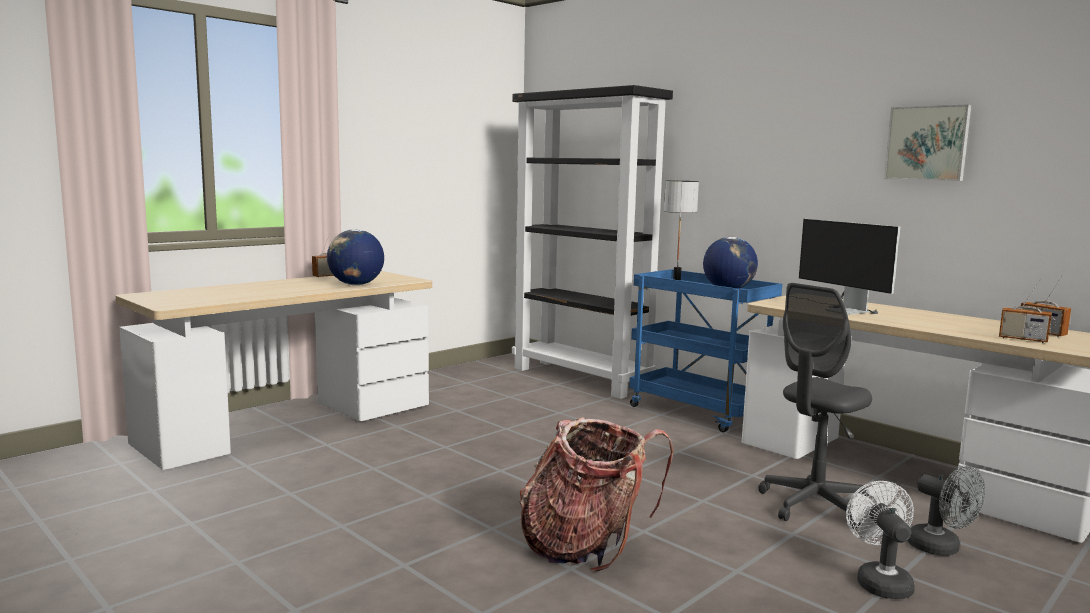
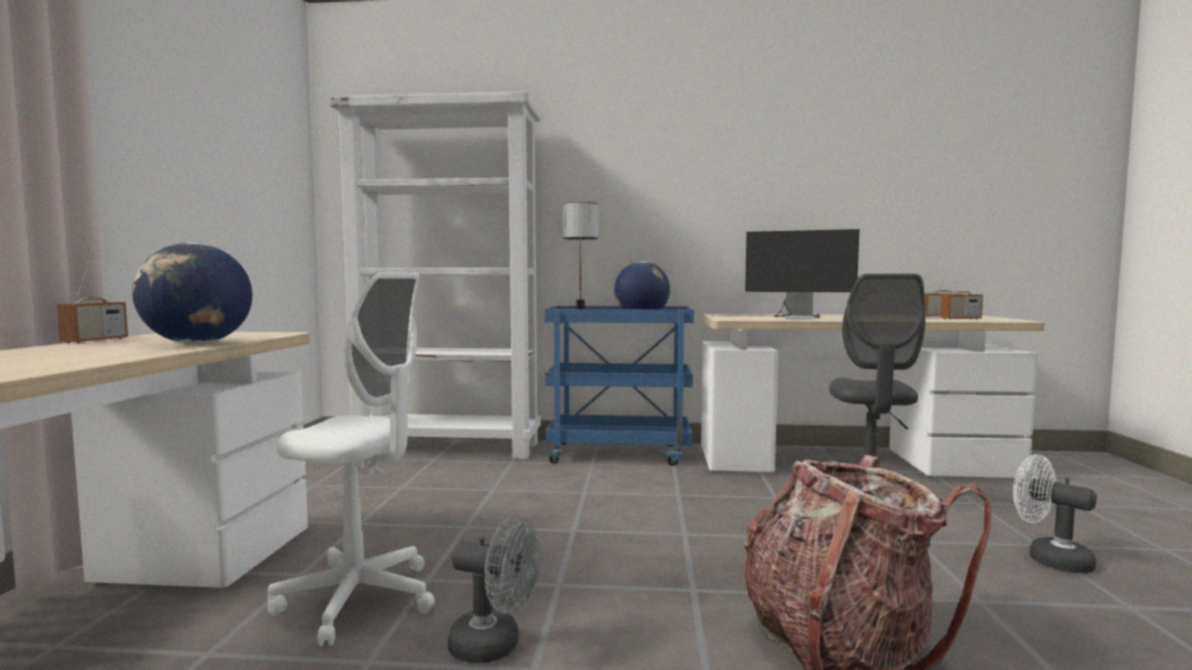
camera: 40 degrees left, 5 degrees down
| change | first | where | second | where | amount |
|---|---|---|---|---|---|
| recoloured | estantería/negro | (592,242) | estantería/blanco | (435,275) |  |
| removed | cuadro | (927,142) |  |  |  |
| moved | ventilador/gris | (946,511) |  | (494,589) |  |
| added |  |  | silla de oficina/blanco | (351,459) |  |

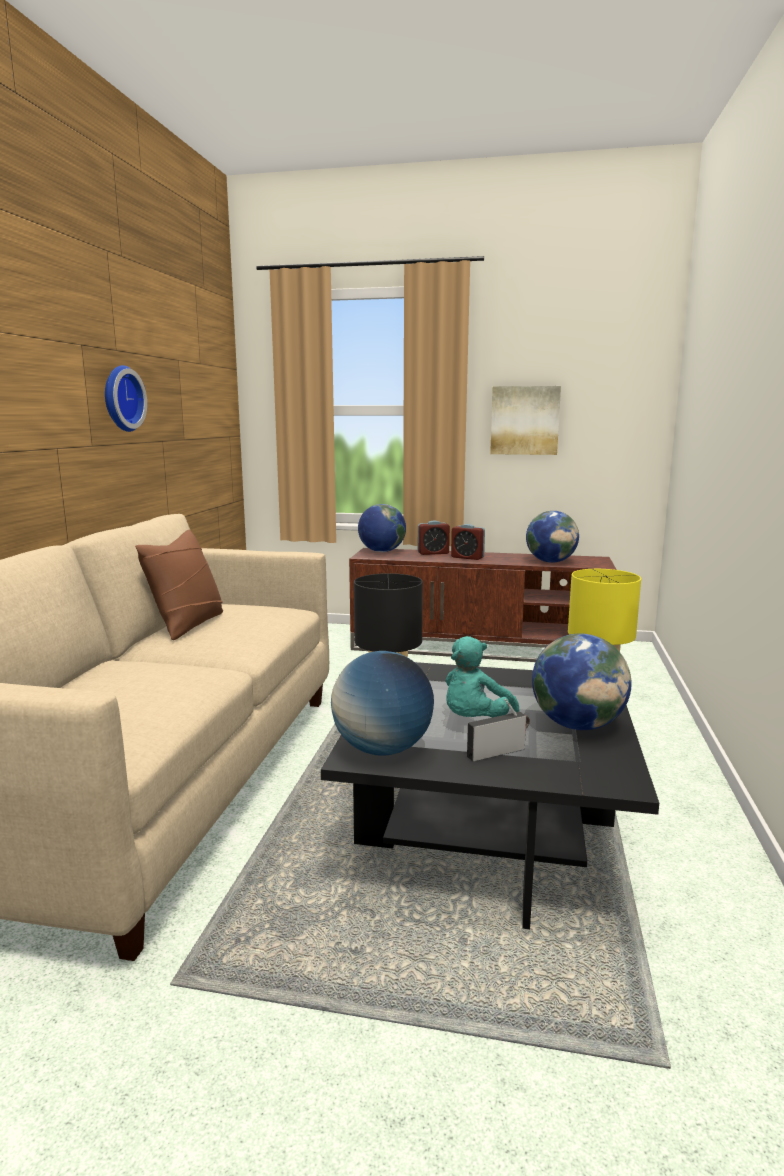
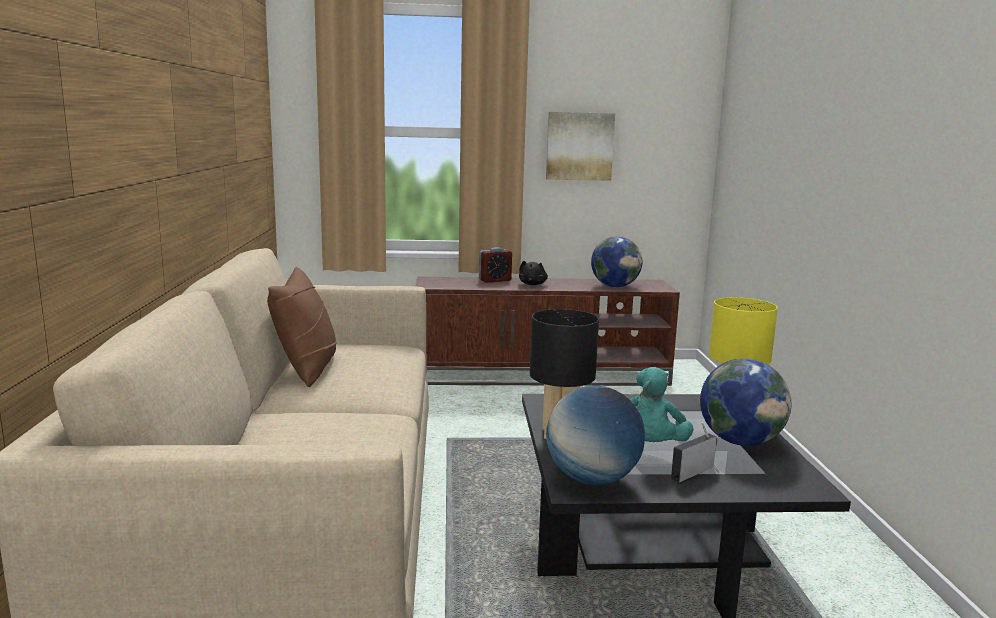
camera: 15 degrees left, 0 degrees up
| change | first | where | second | where | amount |
|---|---|---|---|---|---|
| removed | reloj de pared | (126,398) |  |  |  |
| removed | globo terráqueo | (382,528) |  |  |  |
| replaced | despertador | (468,542) | peluche/negro | (533,273) |  |

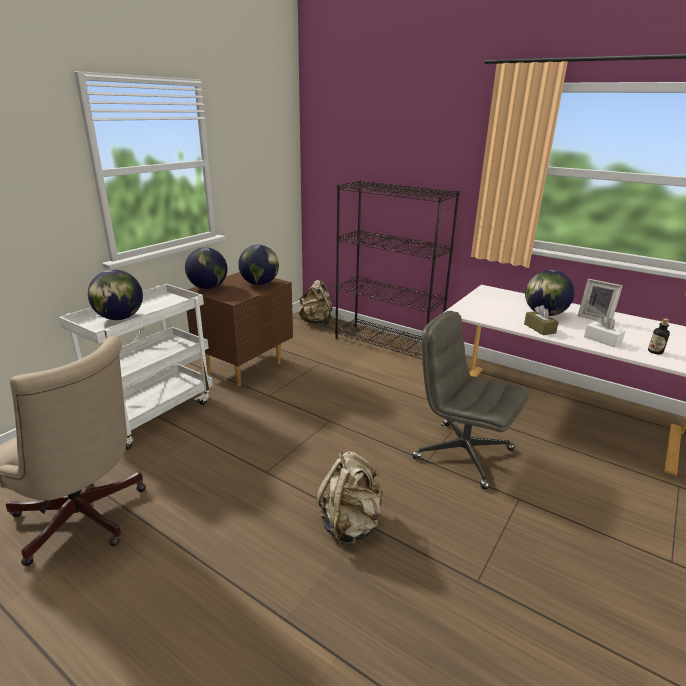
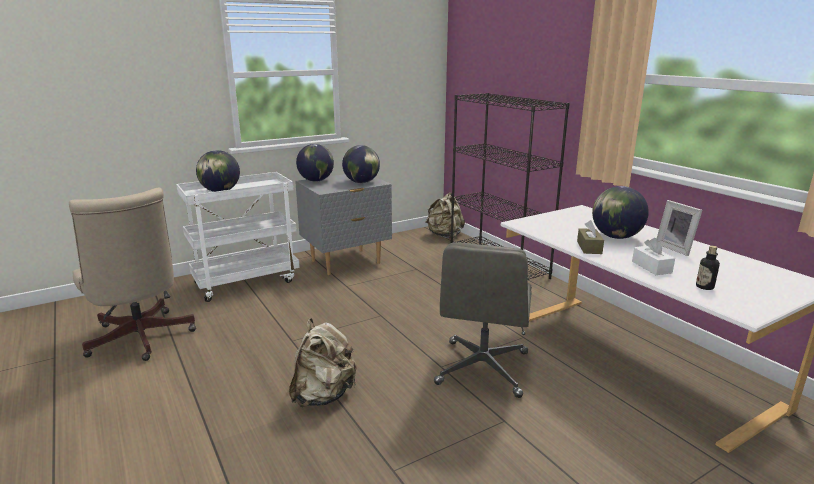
camera: 25 degrees right, 5 degrees down
| change | first | where | second | where | amount |
|---|---|---|---|---|---|
| recoloured | mesita de noche/marrón | (240,329) | mesita de noche/gris | (343,224) |  |
| turned | silla de oficina/gris | (470,400) |  | (483,320) | 135 degrees counterclockwise |

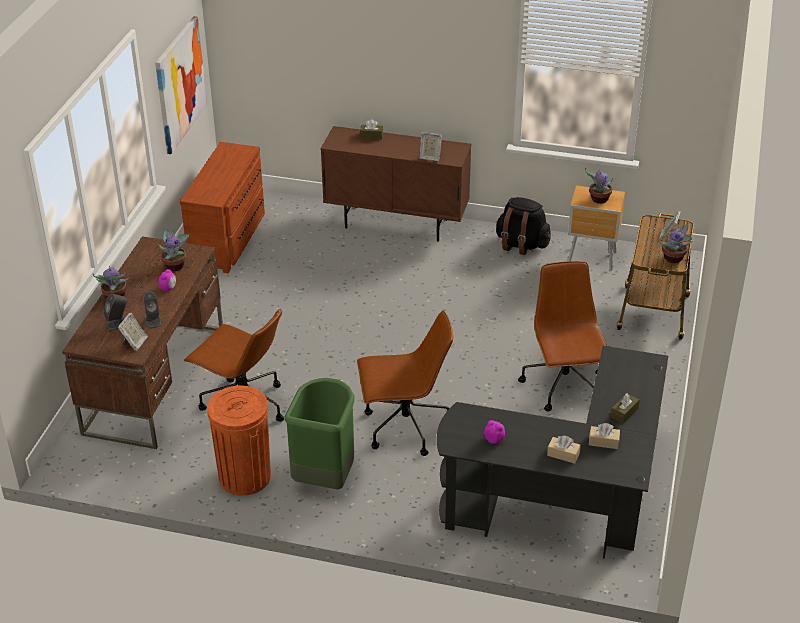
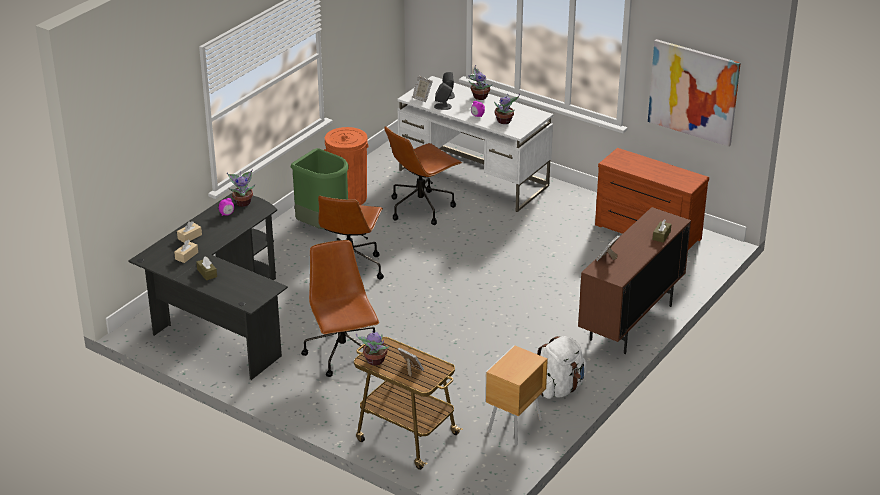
camera: 110 degrees right, 5 degrees down
| change | first | where | second | where | amount |
|---|---|---|---|---|---|
| recoloured | escritorio/marrón | (142,343) | escritorio/blanco | (475,144) |  |
| recoloured | mochila/negro | (523,226) | mochila/blanco | (562,367) |  |
| turned | silla de oficina/marrón | (562,336) |  | (340,308) | 120 degrees counterclockwise |
| moved | planta en maceta | (599,186) |  | (241,188) |  |

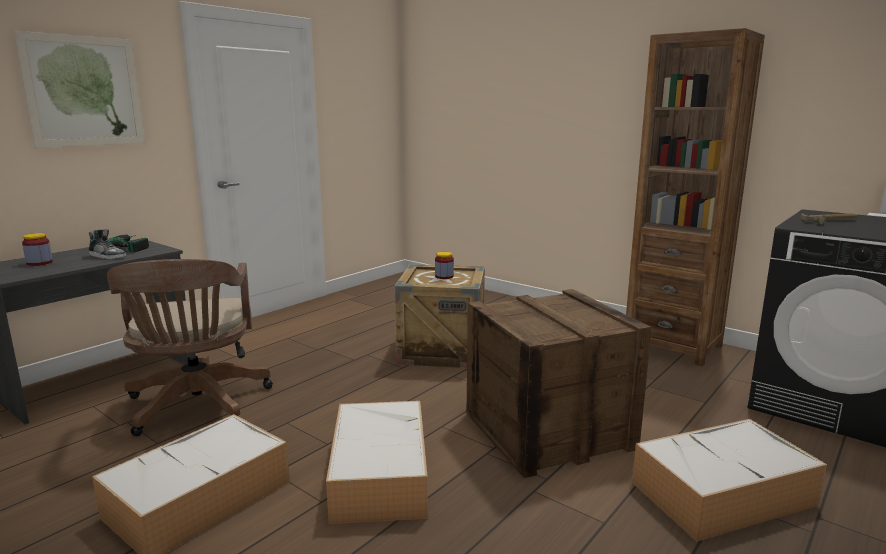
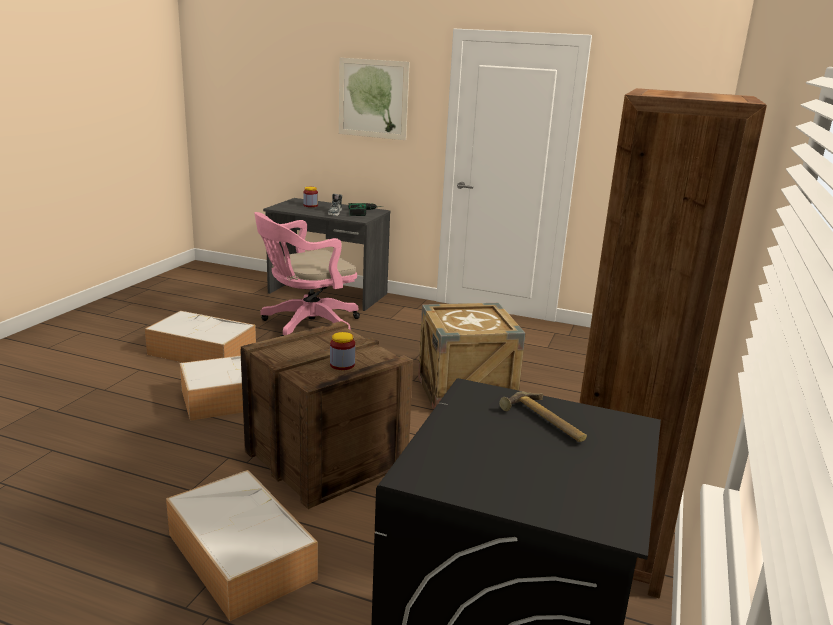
camera: 70 degrees right, 5 degrees up
| change | first | where | second | where | amount |
|---|---|---|---|---|---|
| recoloured | silla de oficina/marrón | (190,347) | silla de oficina/rosa | (307,274) |  |
| moved | tarro | (444,265) |  | (342,351) |  |

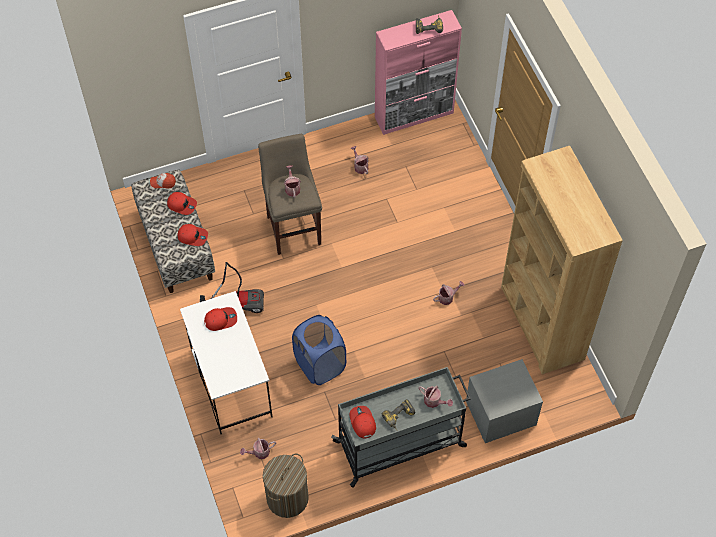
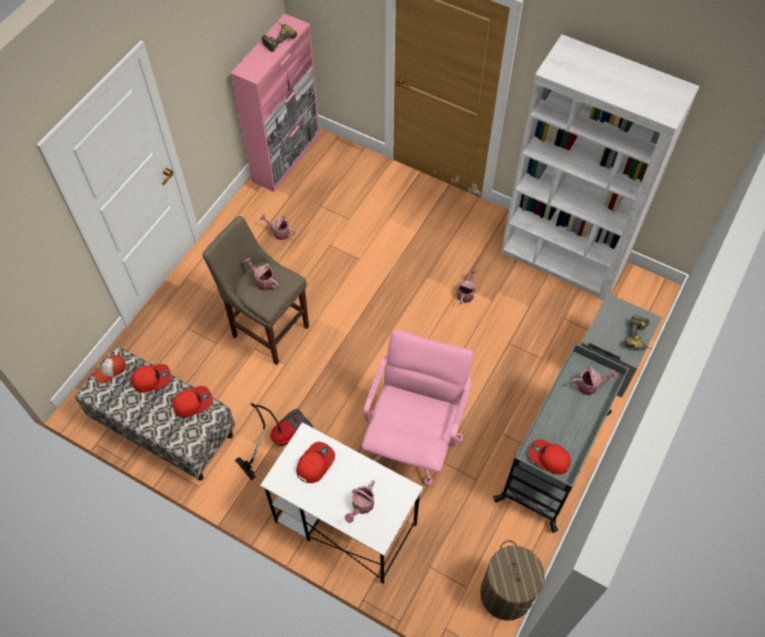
camera: 40 degrees left, 0 degrees up
| change | first | where | second | where | amount |
|---|---|---|---|---|---|
| moved | regadera | (258,448) |  | (360,501) |  |
| replaced | cesto de la ropa/azul | (319,350) | silla de oficina/rosa | (417,407) |  |
| moved | taladro | (398,415) |  | (638,332) |  |
| recoloured | estantería/marrón | (562,260) | estantería/blanco | (600,168) |  |

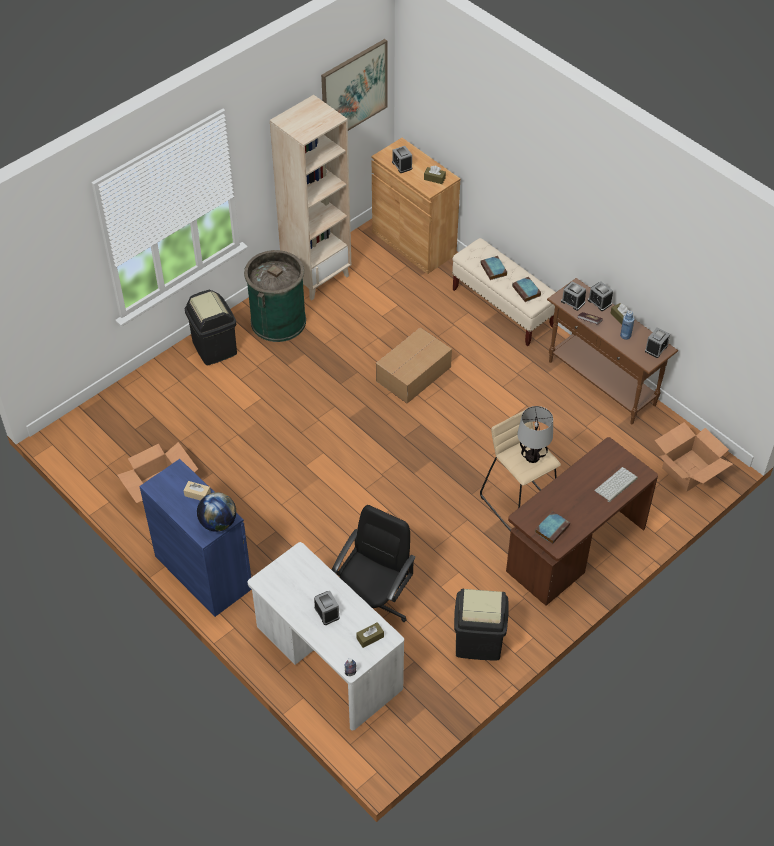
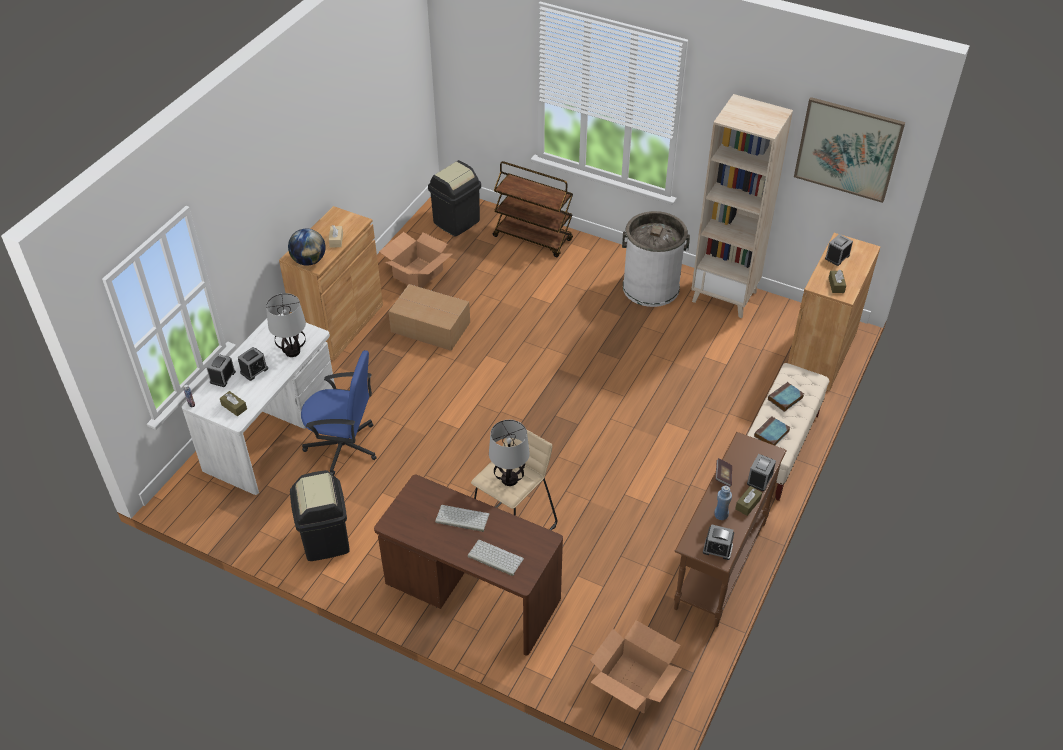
camera: 70 degrees right, 5 degrees down
| change | first | where | second | where | amount |
|---|---|---|---|---|---|
| recoloured | armario/azul | (195,538) | armario/marrón | (331,283) |  |
| moved | papelera/negro | (211,327) |  | (454,198) |  |
| recoloured | papelera/verde | (275,296) | papelera/blanco | (656,259) |  |
| recoloured | silla de oficina/negro | (373,563) | silla de oficina/azul | (338,412) |  |
| moved | caja de cartón | (414,365) |  | (429,317) |  |
| removed | libro | (552,527) |  |  |  |
| moved | despertador | (573,296) |  | (221,370) |  |
| added |  |  | lámpara de mesa | (286,325) |  |
| added |  |  | teclado | (462,518) |  |
| added |  |  | carrito/marrón | (533,209) |  |

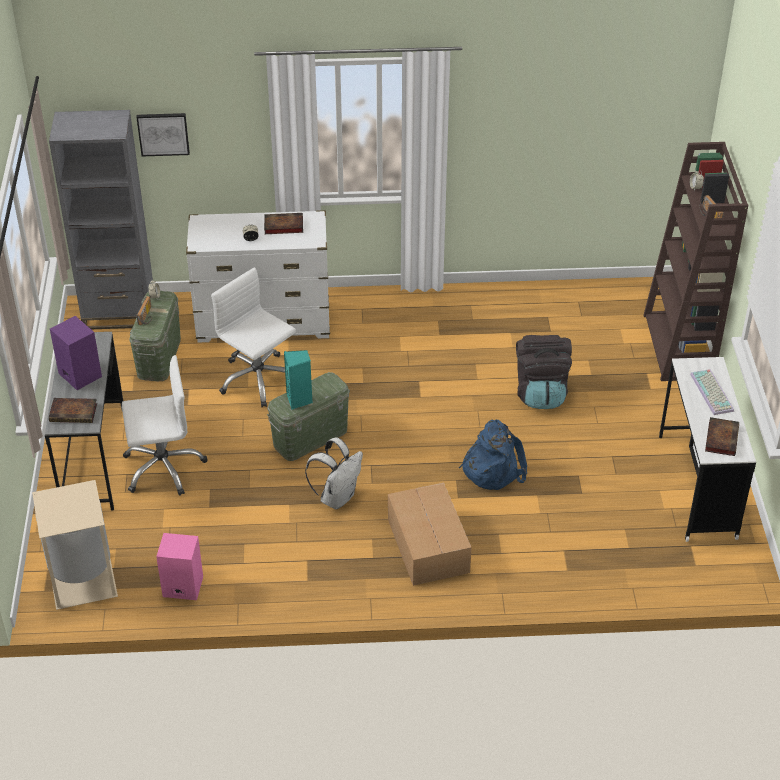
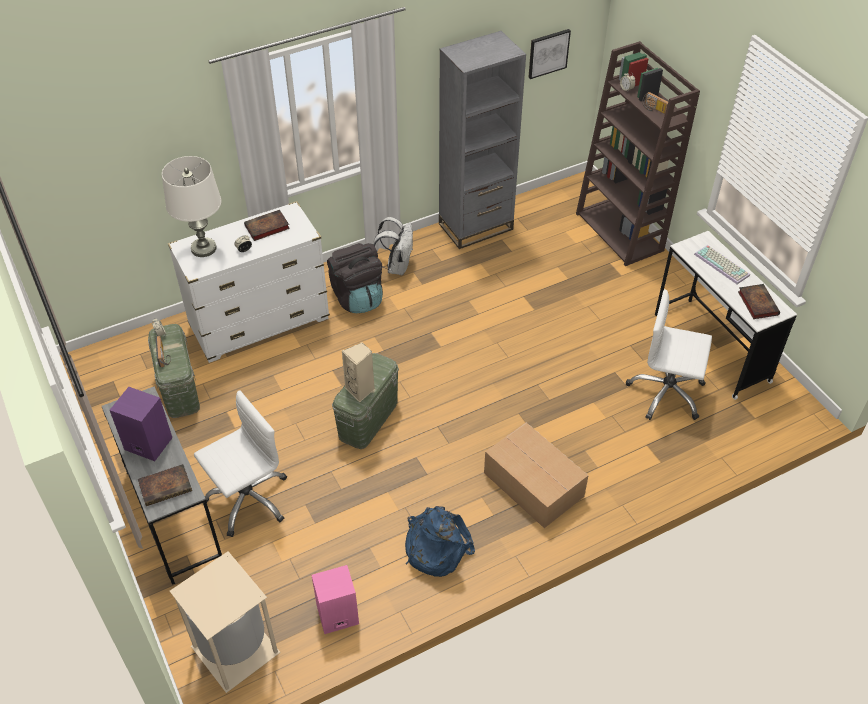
camera: 25 degrees left, 5 degrees up
| change | first | where | second | where | amount |
|---|---|---|---|---|---|
| moved | estantería/gris | (101,219) |  | (482,140) |  |
| moved | cuadro | (163,134) |  | (550,54) |  |
| moved | silla de oficina/blanco | (253,337) |  | (669,354) |  |
| recoloured | altavoz/turquesa | (298,380) | altavoz/beis | (358,372) |  |
| moved | mochila/blanco | (334,473) |  | (393,246) |  |
| moved | mochila/azul | (493,454) |  | (440,541) |  |
| moved | mochila/negro | (544,372) |  | (355,278) |  |
| added |  |  | lámpara de mesa/blanco | (191,206) |  |

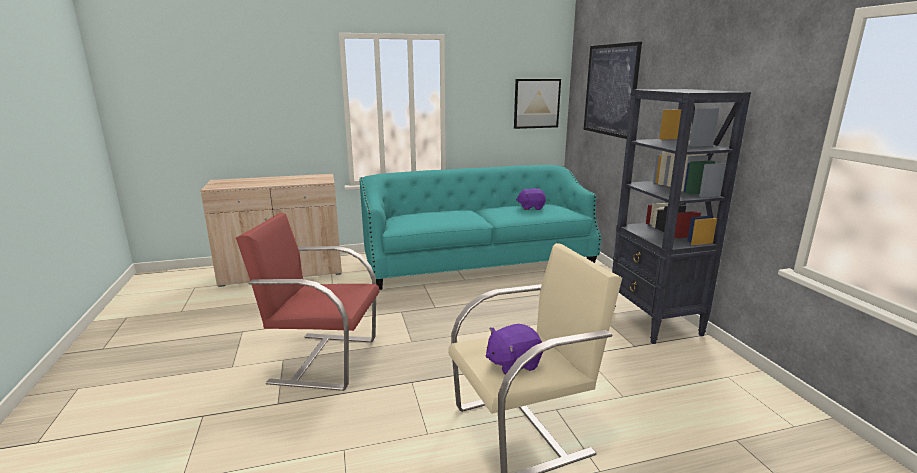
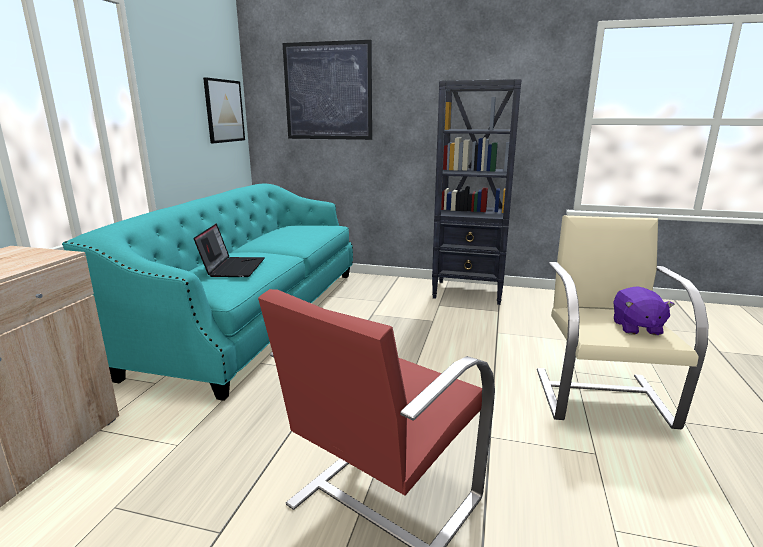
camera: 60 degrees left, 0 degrees up
| change | first | where | second | where | amount |
|---|---|---|---|---|---|
| removed | peluche/morado | (531,199) |  |  |  |
| added |  |  | portátil | (229,250) |  |

